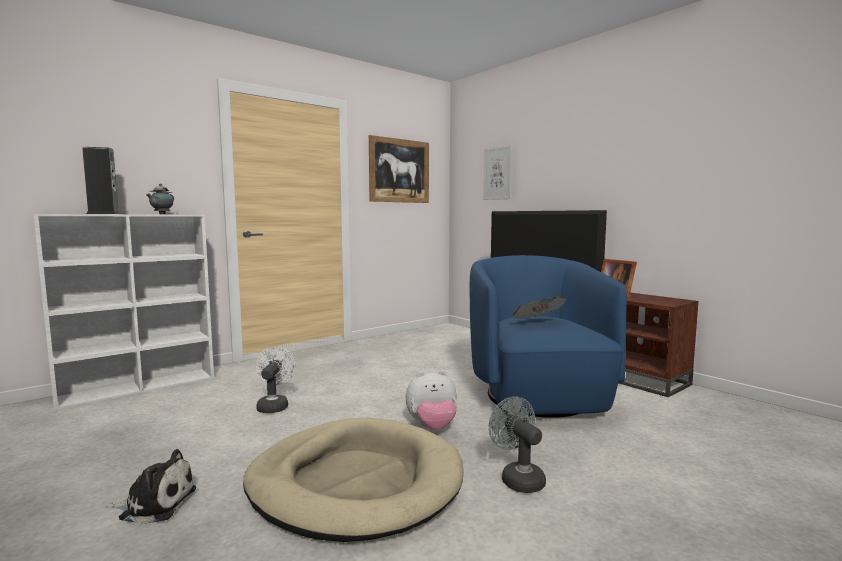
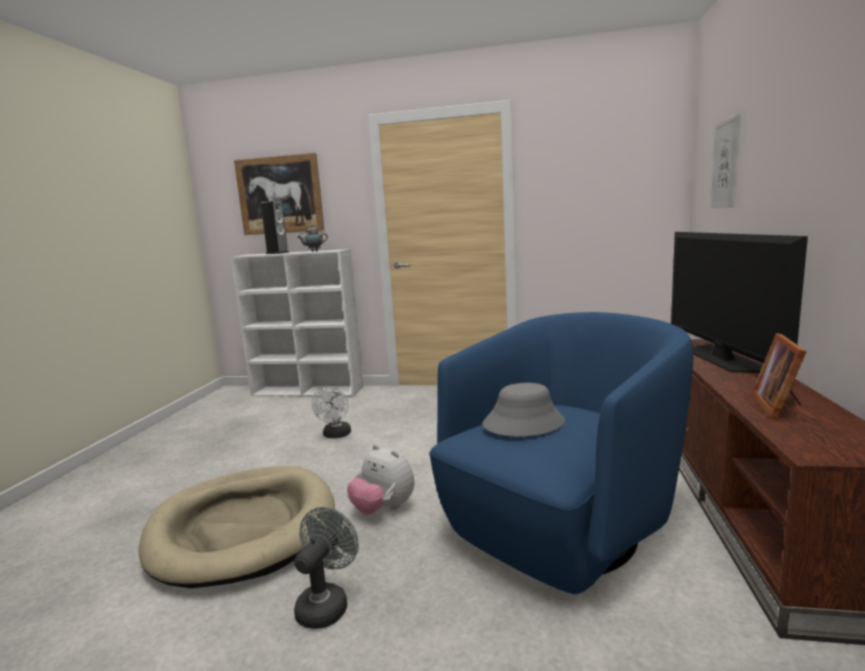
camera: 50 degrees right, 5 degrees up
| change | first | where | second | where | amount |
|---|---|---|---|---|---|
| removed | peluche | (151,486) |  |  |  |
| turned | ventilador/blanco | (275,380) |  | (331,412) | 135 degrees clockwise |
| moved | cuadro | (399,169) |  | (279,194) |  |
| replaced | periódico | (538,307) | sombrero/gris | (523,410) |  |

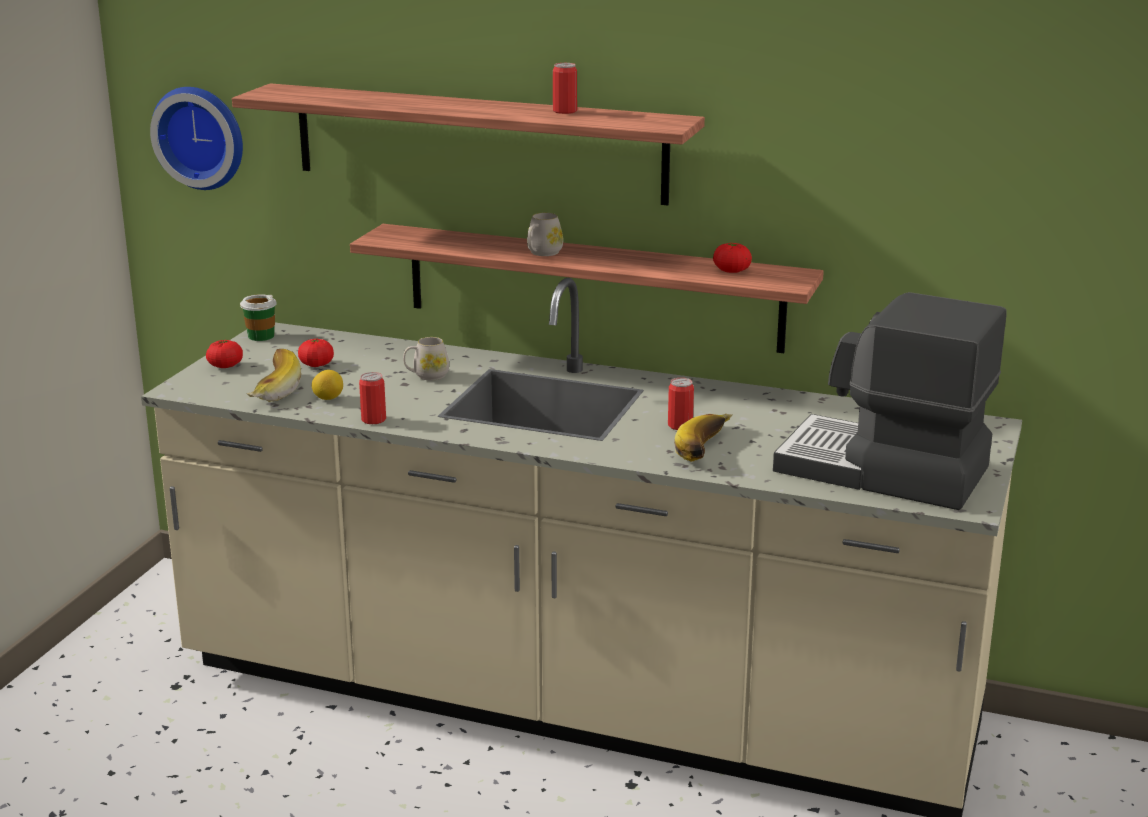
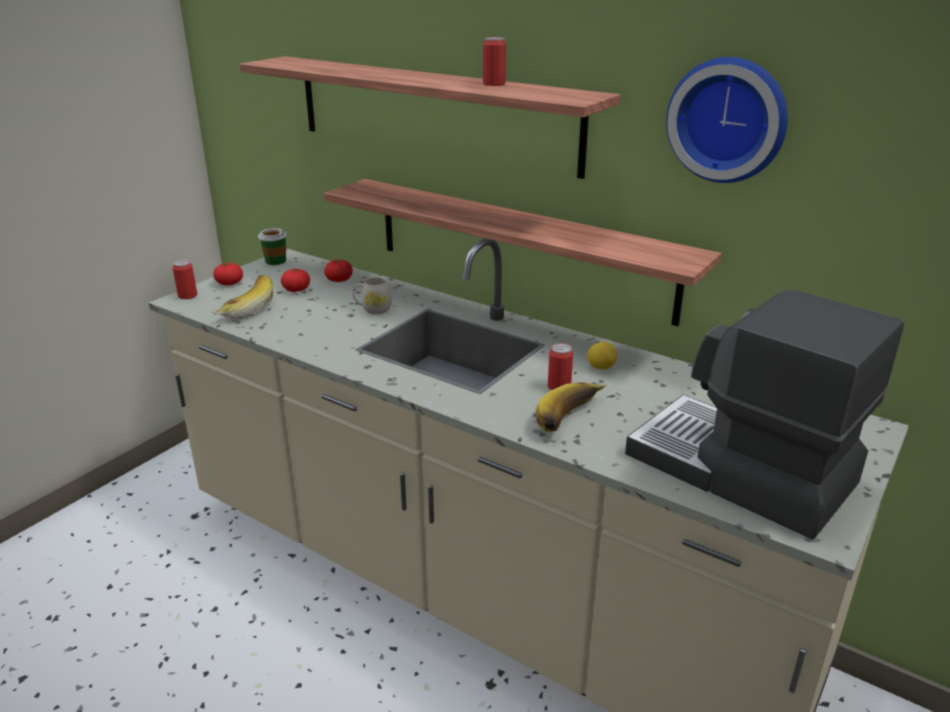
camera: 15 degrees right, 5 degrees up
| change | first | where | second | where | amount |
|---|---|---|---|---|---|
| moved | reloj de pared | (196,138) |  | (727,120) |  |
| moved | limón | (327,385) |  | (602,356) |  |
| moved | lata | (372,398) |  | (185,279) |  |
| removed | taza grande/blanco | (545,234) |  |  |  |
| moved | tomate | (732,258) |  | (338,271) |  |

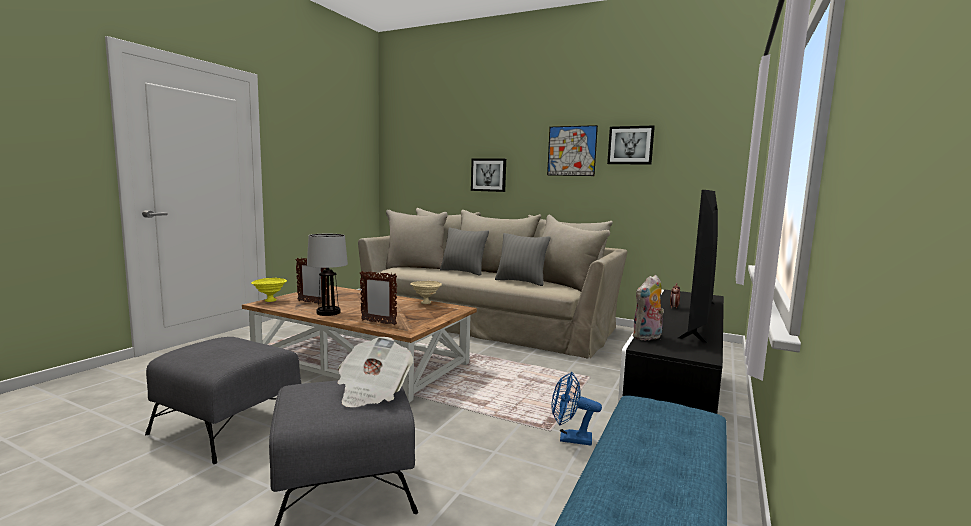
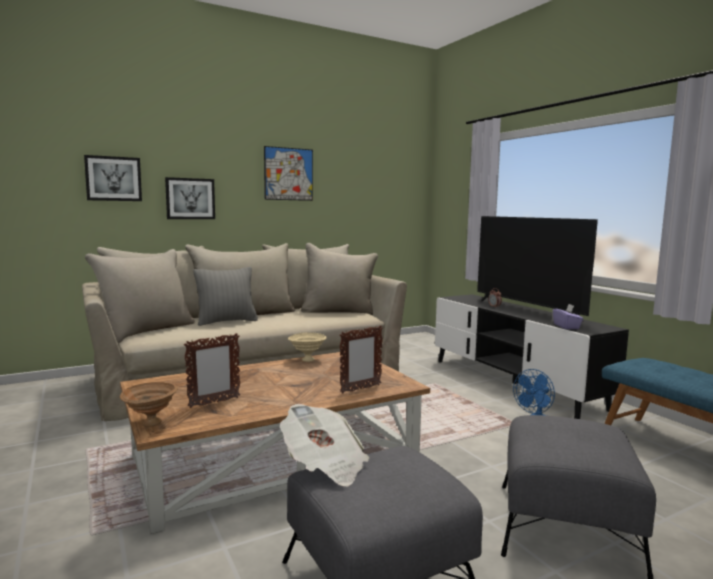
camera: 55 degrees left, 0 degrees up
| change | first | where | second | where | amount |
|---|---|---|---|---|---|
| recoloured | cuenco/amarillo | (269,290) | cuenco/marrón | (149,404) |  |
| removed | lámpara de mesa | (327,275) |  |  |  |
| moved | periódico | (375,372) |  | (324,445) |  |
| removed | cojín/gris | (523,259) |  |  |  |
| moved | cuadro | (631,145) |  | (113,178) |  |
| replaced | peluche | (648,308) | caja de pañuelos/morado | (568,316) |  |

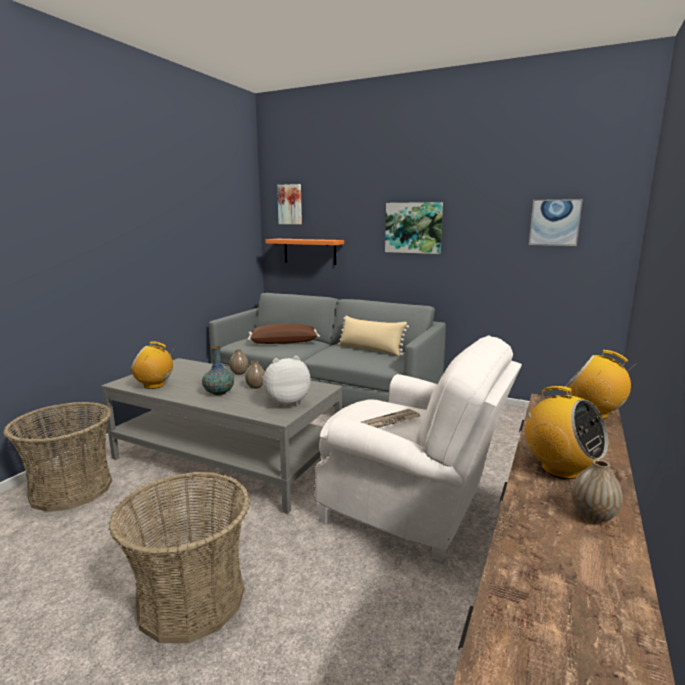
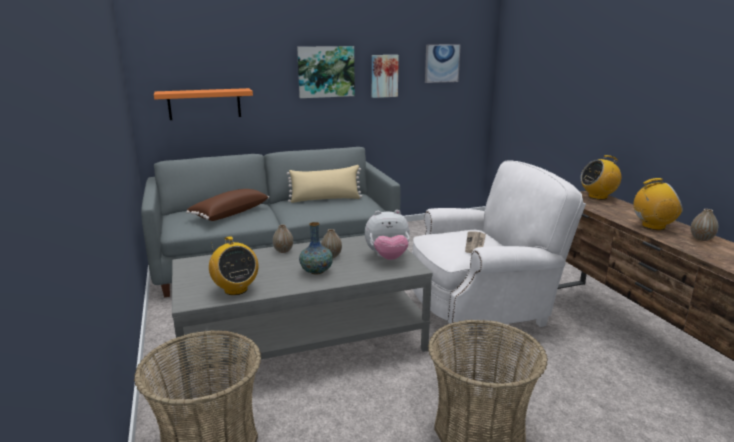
camera: 45 degrees left, 5 degrees up
| change | first | where | second | where | amount |
|---|---|---|---|---|---|
| turned | radio | (153,365) |  | (233,265) | 75 degrees counterclockwise |
| turned | peluche | (287,382) |  | (387,235) | 120 degrees counterclockwise |
| moved | cuadro | (289,204) |  | (385,76) |  |

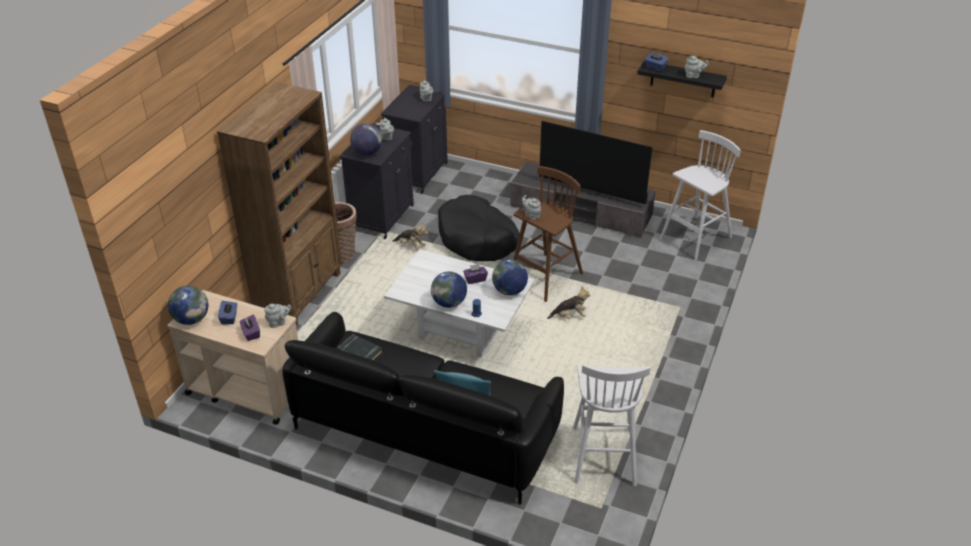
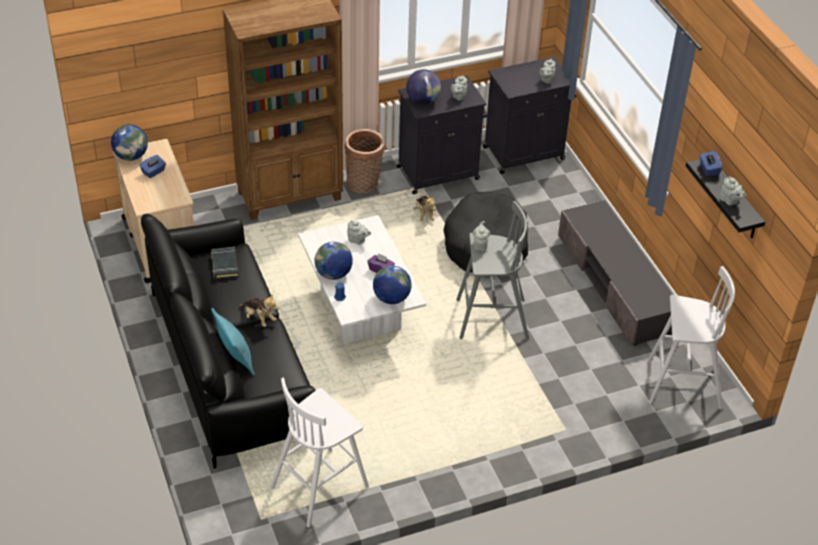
camera: 45 degrees right, 5 degrees up
| change | first | where | second | where | amount |
|---|---|---|---|---|---|
| removed | caja de pañuelos/morado | (250,328) |  |  |  |
| moved | tetera/gris | (278,316) |  | (359,232) |  |
| recoloured | taburete/marrón | (548,234) | taburete/gris | (492,270) |  |
| removed | televisor | (596,162) |  |  |  |
| moved | peluche | (568,302) |  | (258,310) |  |

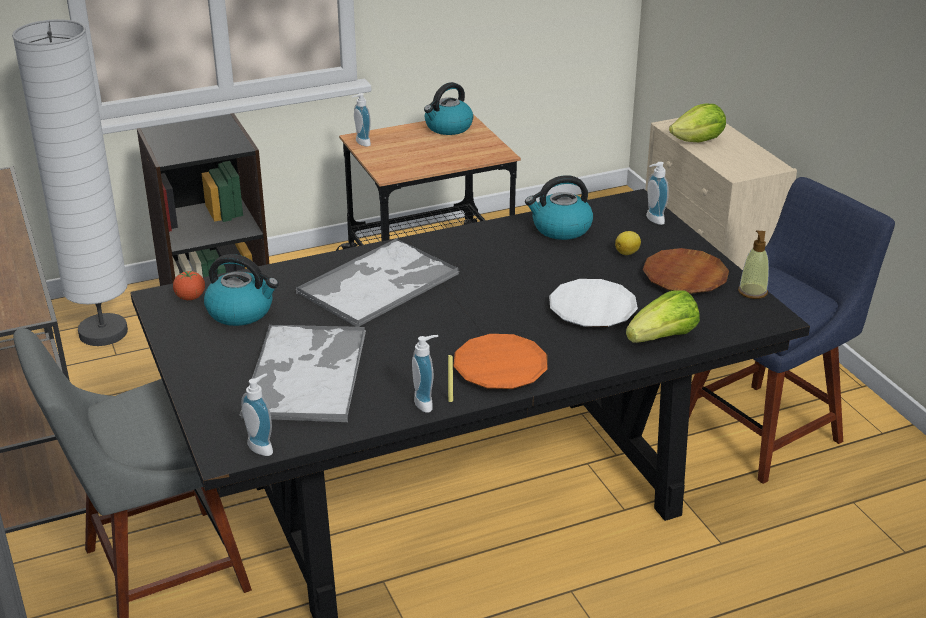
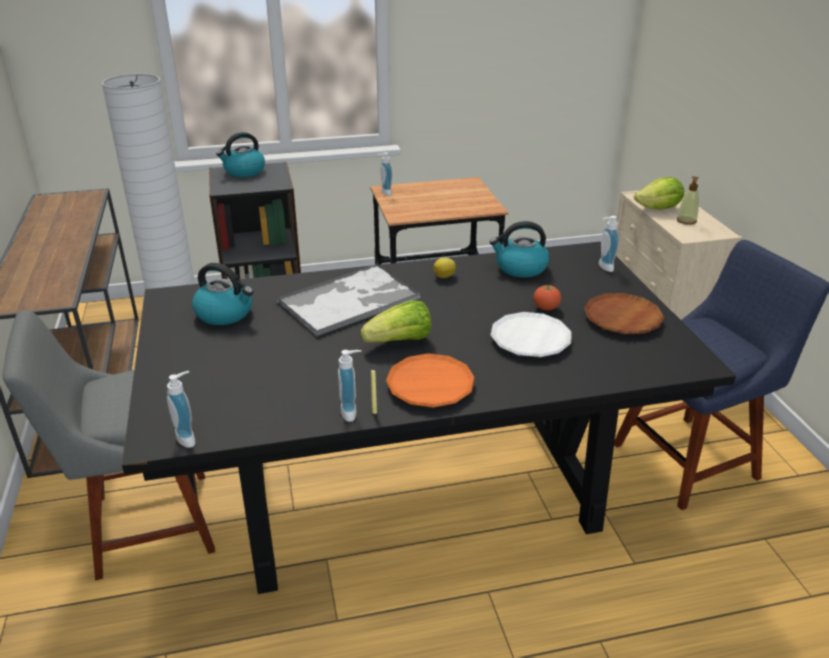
camera: 10 degrees right, 0 degrees up
| change | first | where | second | where | amount |
|---|---|---|---|---|---|
| moved | tomate | (189,285) |  | (547,298) |  |
| removed | bandeja | (302,373) |  |  |  |
| moved | hervidor | (448,108) |  | (240,154) |  |
| moved | limón | (628,243) |  | (444,268) |  |
| moved | lechuga | (663,316) |  | (396,321) |  |
| moved | dispensador de jabón | (753,264) |  | (687,200) |  |

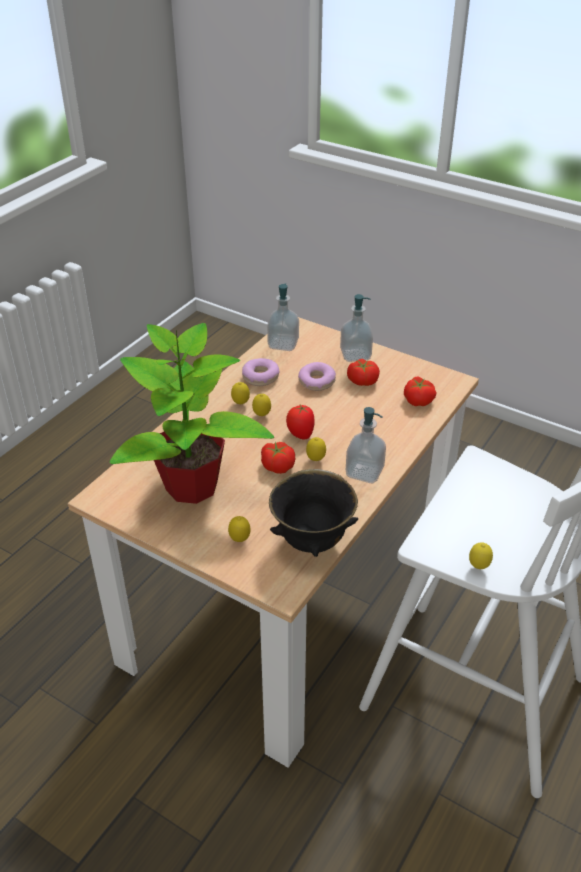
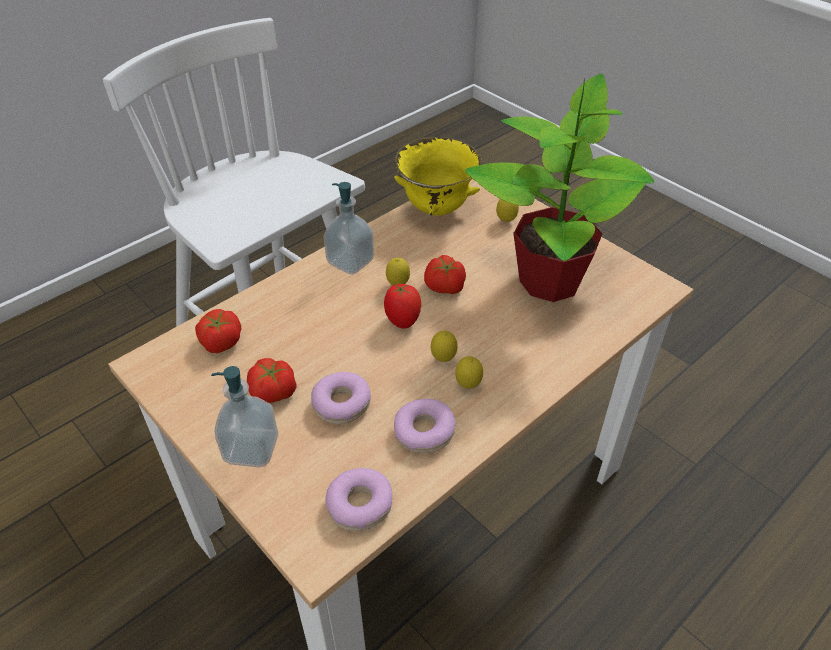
camera: 165 degrees left, 5 degrees up
| change | first | where | second | where | amount |
|---|---|---|---|---|---|
| replaced | dispensador de jabón | (283,317) | rosquilla | (358,499) |  |
| recoloured | cuenco/negro | (314,513) | cuenco/amarillo | (438,176) |  |
| removed | limón | (481,555) |  |  |  |

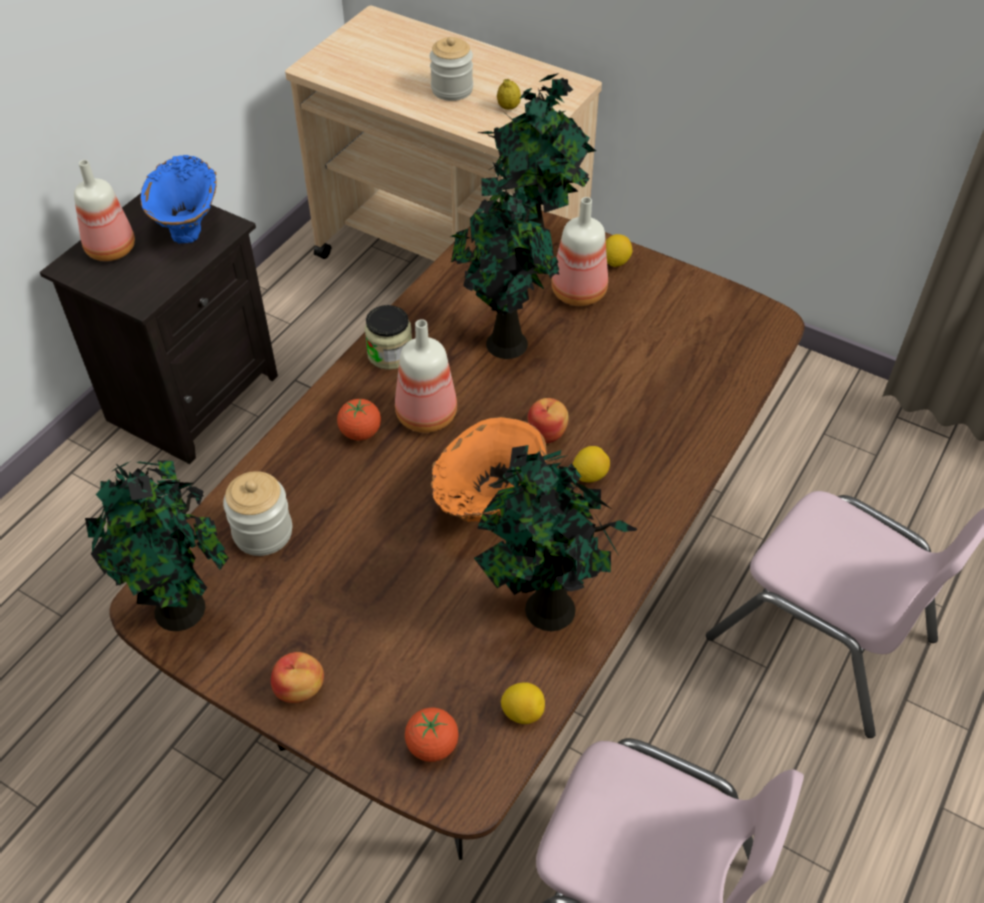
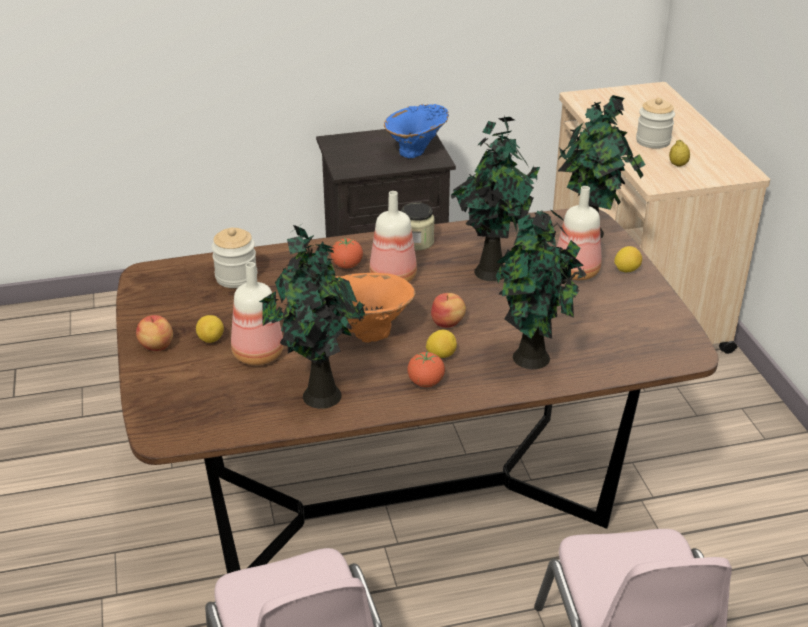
camera: 45 degrees right, 15 degrees down
| change | first | where | second | where | amount |
|---|---|---|---|---|---|
| moved | botella | (104,210) |  | (257,313) |  |
| moved | planta en maceta | (157,545) |  | (541,289) |  |
| moved | tomate | (432,734) |  | (426,369) |  |
| moved | limón | (523,703) |  | (210,329) |  |

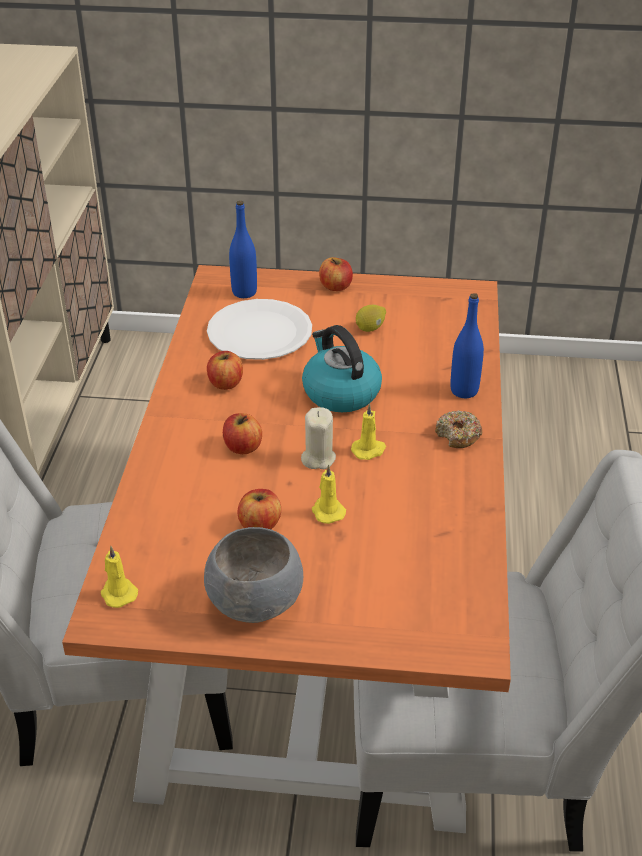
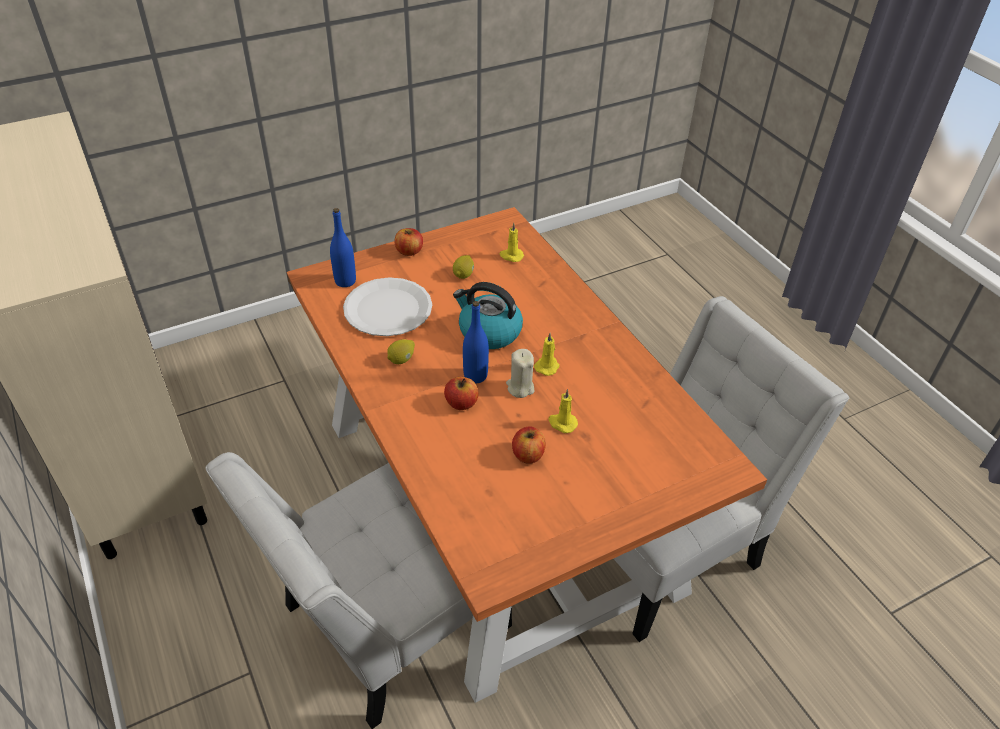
camera: 35 degrees left, 5 degrees up
| change | first | where | second | where | amount |
|---|---|---|---|---|---|
| moved | vela/amarillo | (119,577) |  | (512,242) |  |
| removed | cuenco/gris | (253,575) |  |  |  |
| replaced | manzana | (225,370) | limón | (401,351) |  |
| removed | rosquilla | (458,429) |  |  |  |
| moved | botella/azul | (467,345) |  | (476,342) |  |

